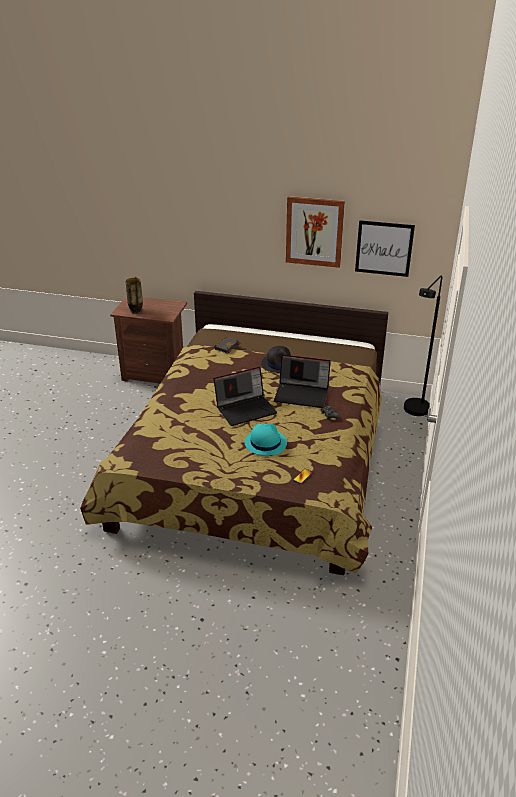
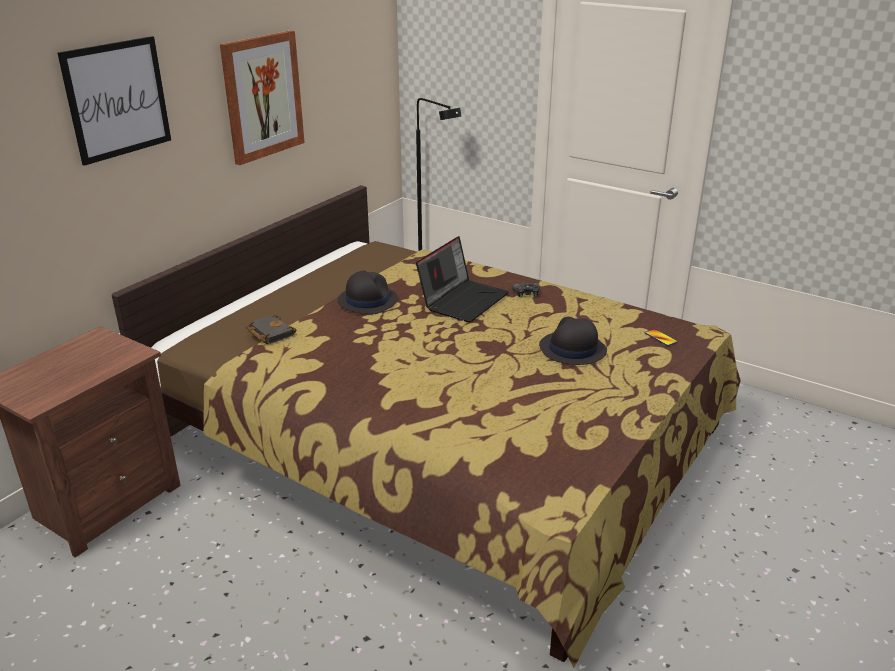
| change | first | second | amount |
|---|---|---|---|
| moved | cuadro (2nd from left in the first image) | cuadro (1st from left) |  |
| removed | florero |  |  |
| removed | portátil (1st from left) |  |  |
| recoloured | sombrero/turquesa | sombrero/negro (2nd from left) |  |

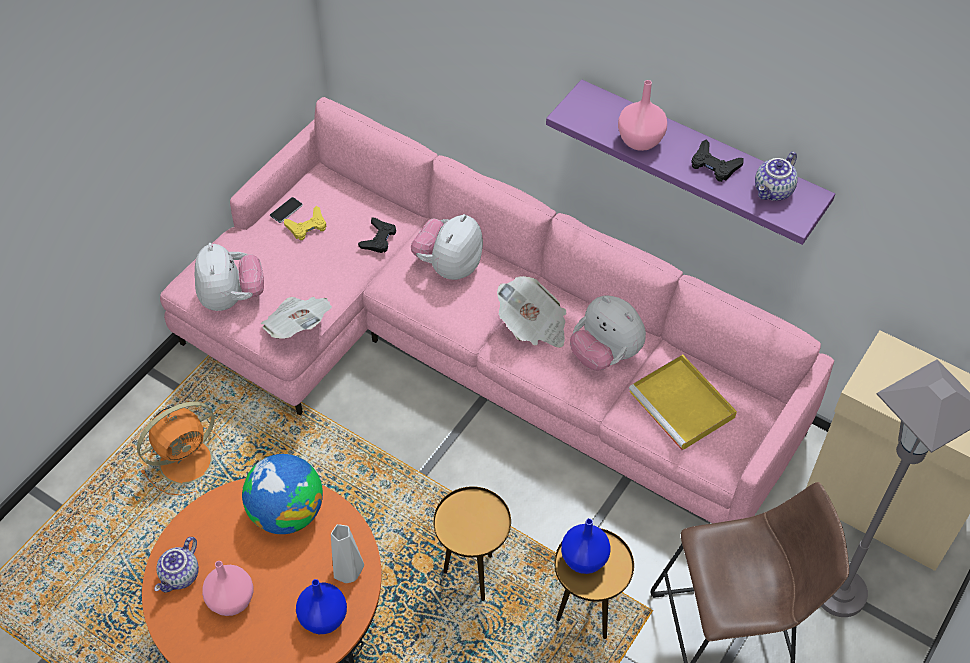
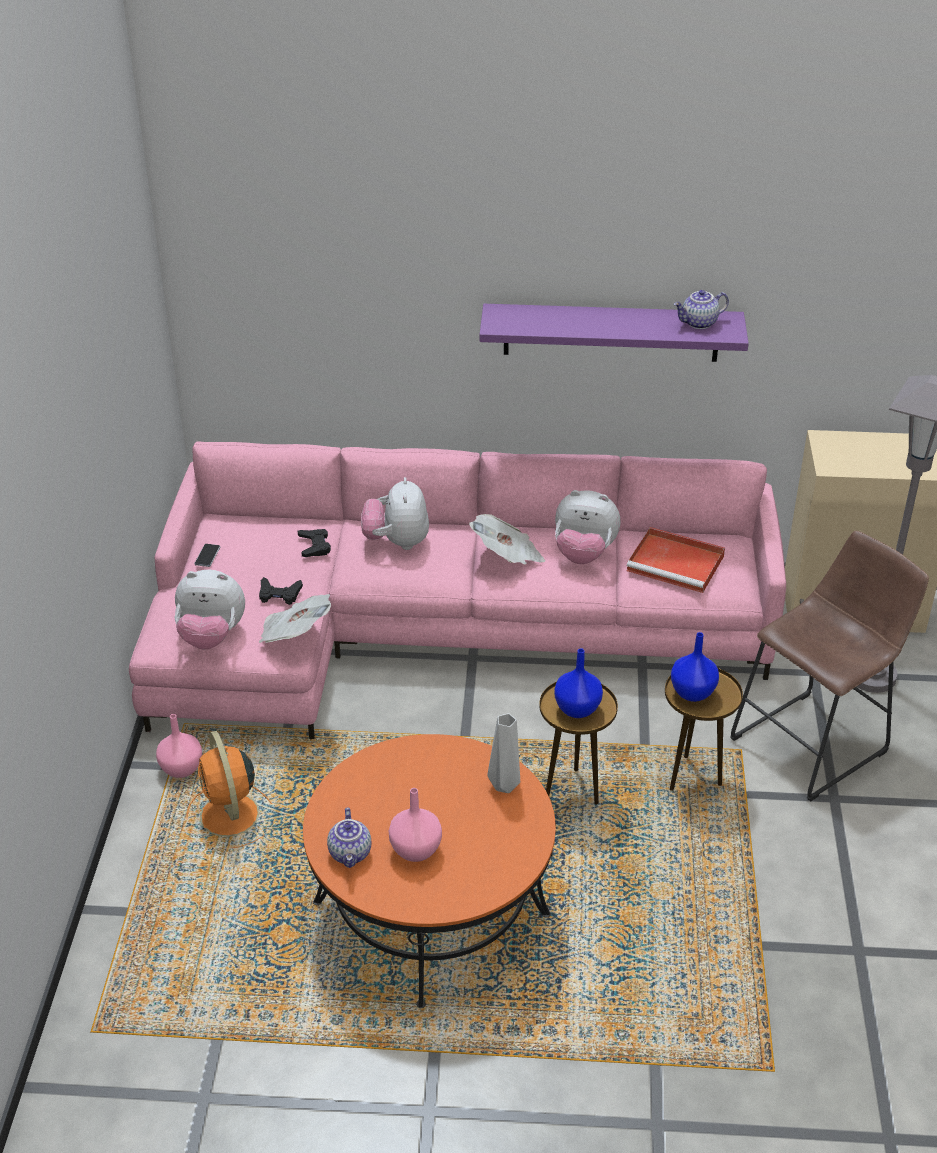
| change | first | second | amount |
|---|---|---|---|
| moved | florero/rosa (2nd from left in the first image) | florero/rosa (1st from left) |  |
| moved | mando de consola/negro (2nd from left in the first image) | mando de consola/negro (1st from left) |  |
| turned | tetera (2nd from left) |  | 60 degrees clockwise |
| removed | mando de consola/amarillo |  |  |
| turned | peluche (1st from left) |  | 135 degrees clockwise |
| recoloured | bandeja/amarillo | bandeja/rojo |  |
| turned | ventilador/naranja |  | 135 degrees clockwise |
| removed | globo terráqueo |  |  |
| moved | florero/azul (1st from left) |  |  |

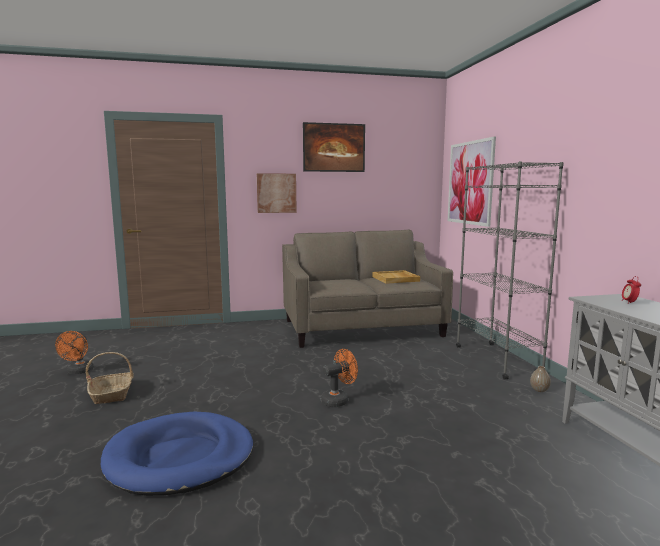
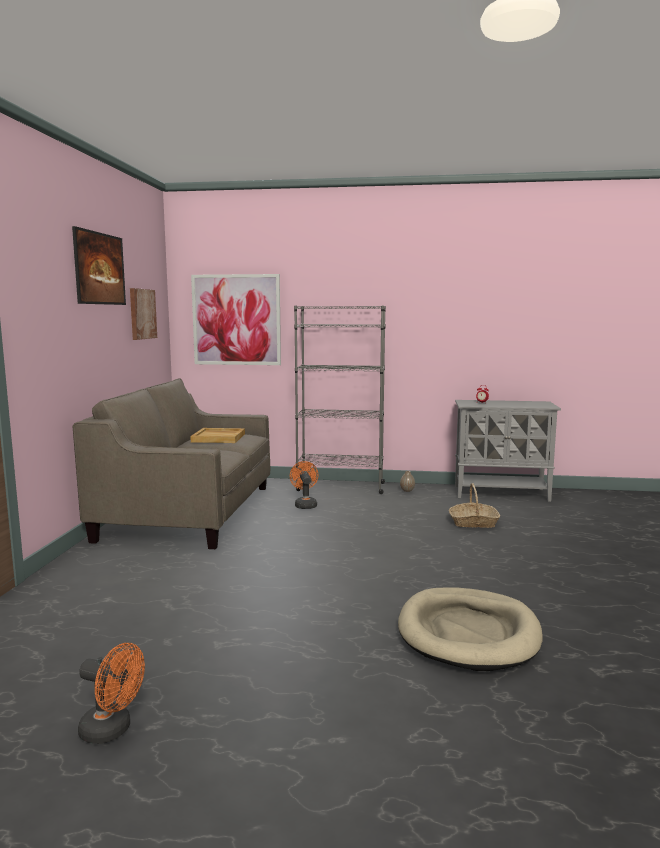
| change | first | second | amount |
|---|---|---|---|
| moved | cuadro (1st from left in the first image) | cuadro (2nd from left) |  |
| moved | ventilador/naranja (2nd from left) |  |  |
| moved | cesta |  |  |
| recoloured | cama para perro/azul | cama para perro/beis |  |

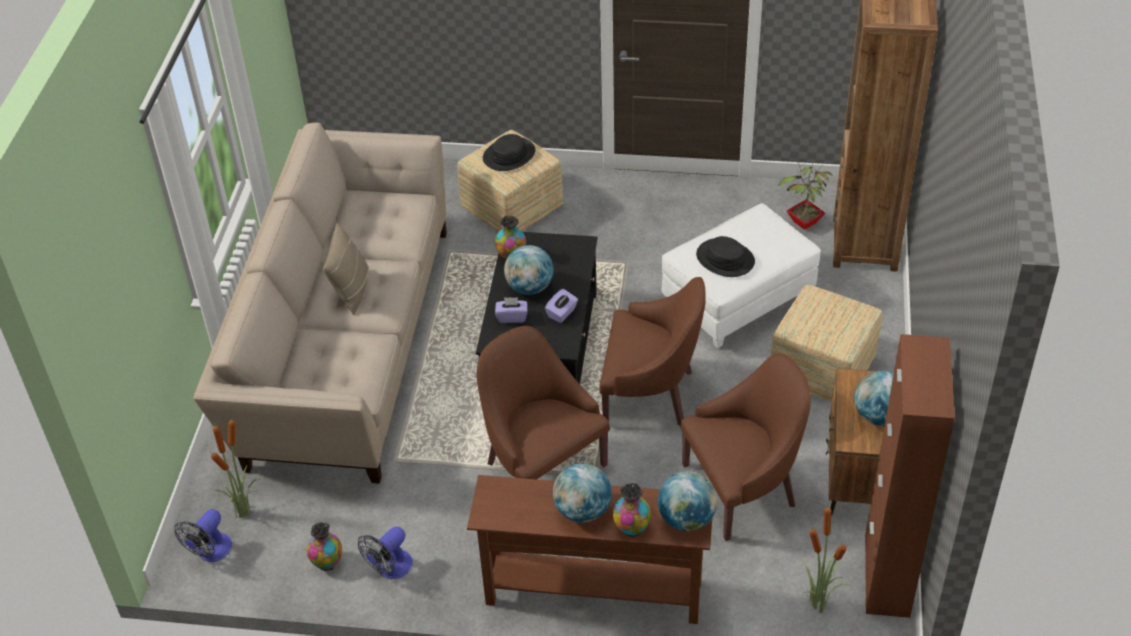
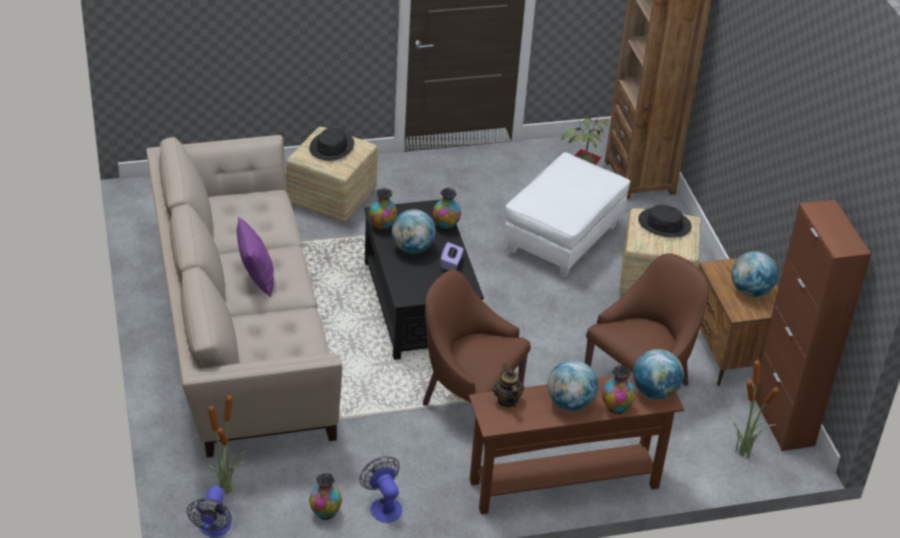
| change | first | second | amount |
|---|---|---|---|
| recoloured | cojín/beis | cojín/morado |  |
| moved | sombrero/negro (2nd from left) |  |  |
| removed | sillón/marrón (2nd from left) |  |  |
| removed | caja de pañuelos/morado (1st from left) |  |  |
| turned | ventilador (2nd from left) |  | 135 degrees clockwise |
| added |  | florero (3rd from left) |  |
| added |  | tetera |  |

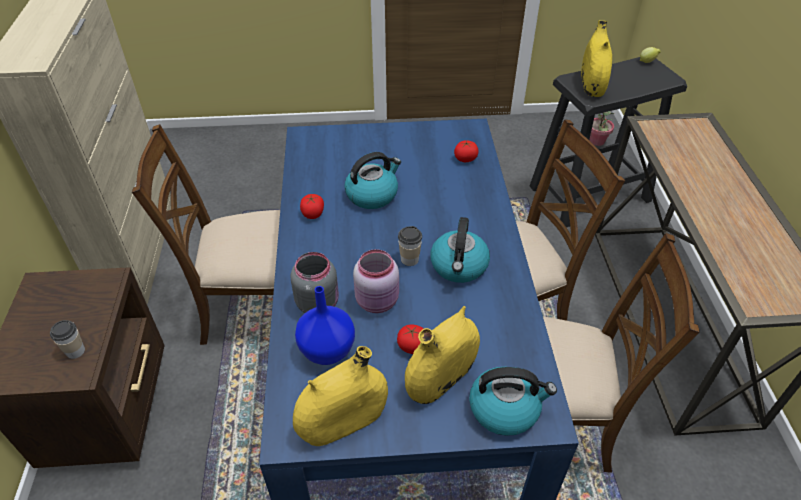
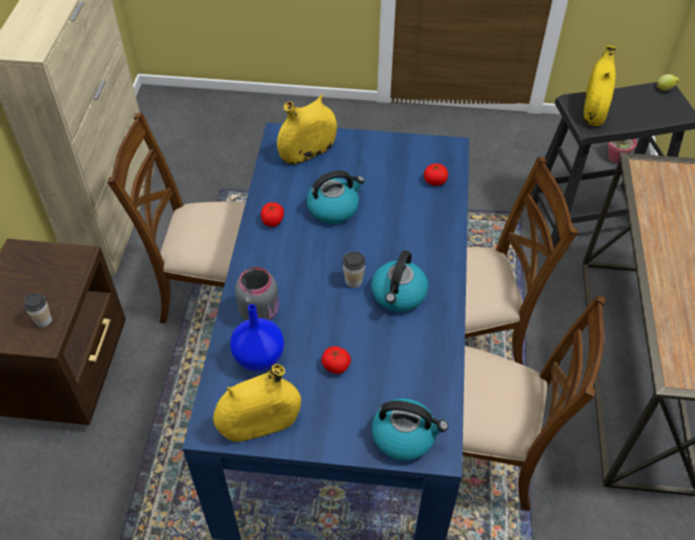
| change | first | second | amount |
|---|---|---|---|
| removed | tarro/rosa |  |  |
| moved | florero/amarillo (2nd from left) |  |  |

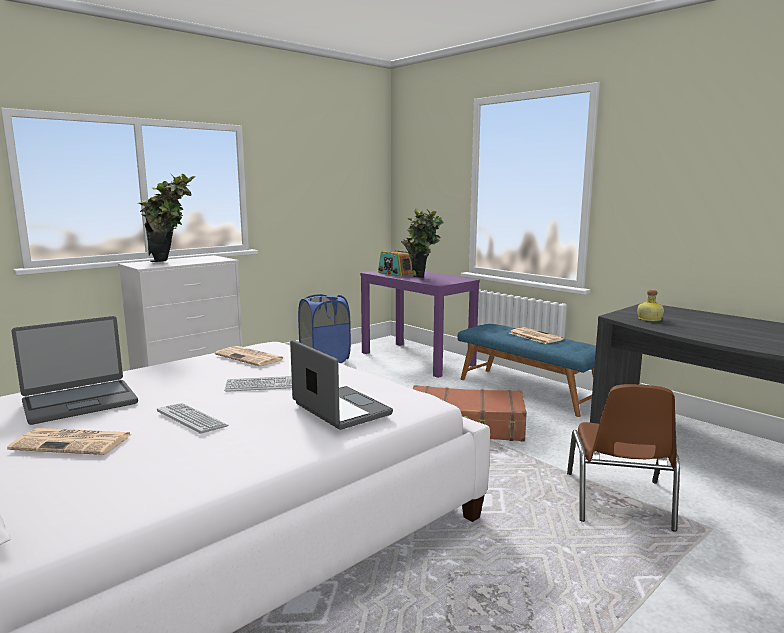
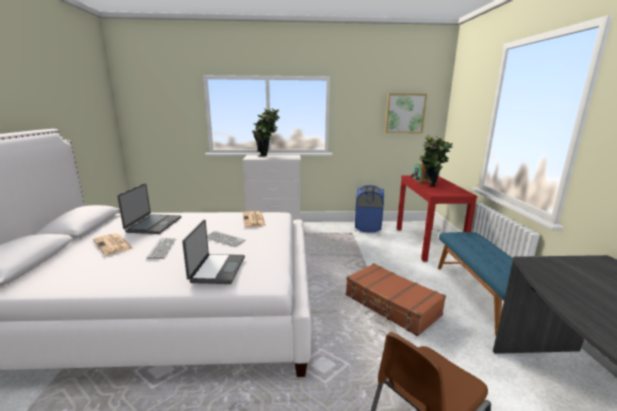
| change | first | second | amount |
|---|---|---|---|
| recoloured | mesa consola/morado | mesa consola/rojo |  |
| removed | botella |  |  |
| turned | portátil (1st from left) |  | 90 degrees counterclockwise |
| removed | periódico (3rd from left) |  |  |
| added |  | cuadro |  |

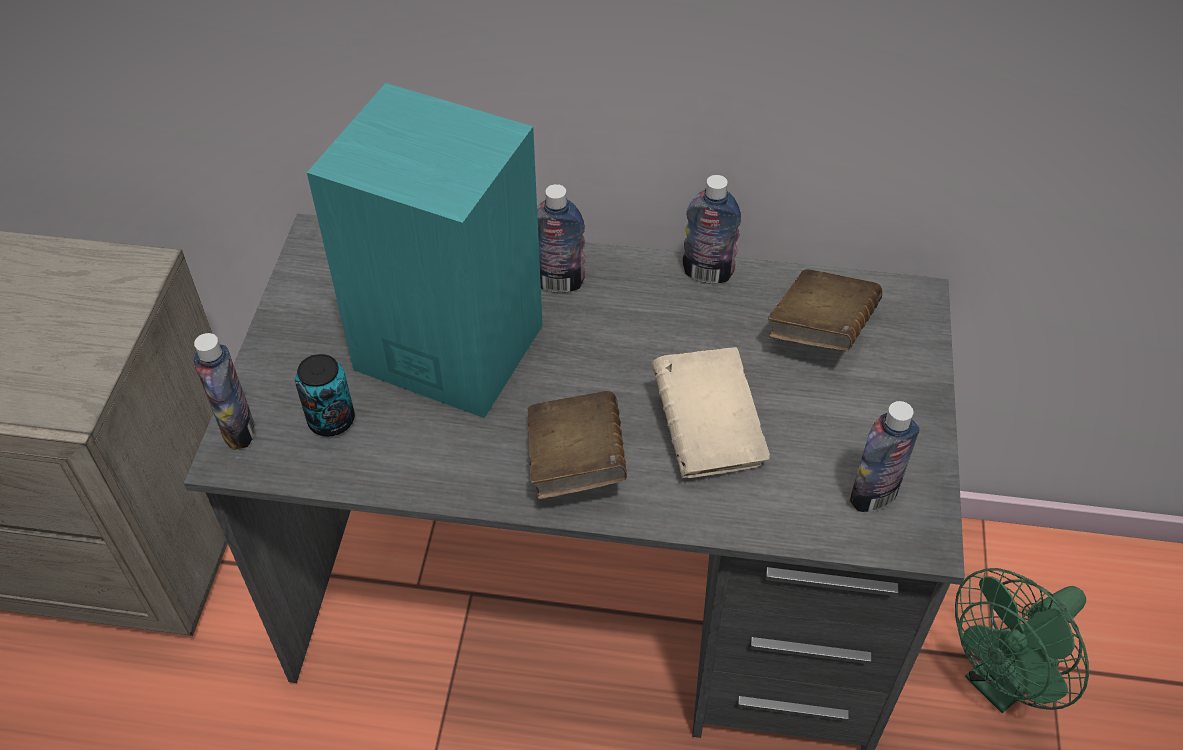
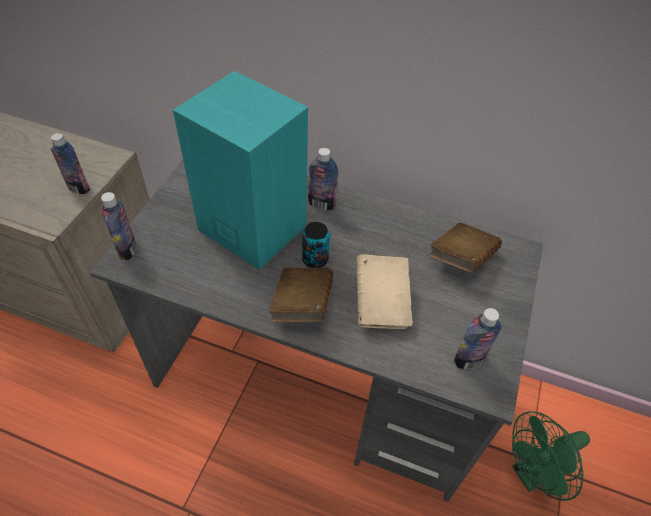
| change | first | second | amount |
|---|---|---|---|
| moved | botella (3rd from left in the first image) | botella (1st from left) |  |
| moved | lata |  |  |

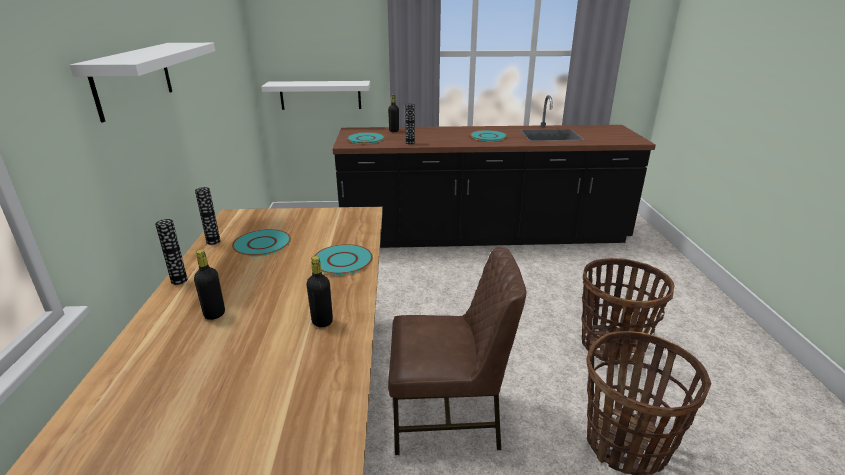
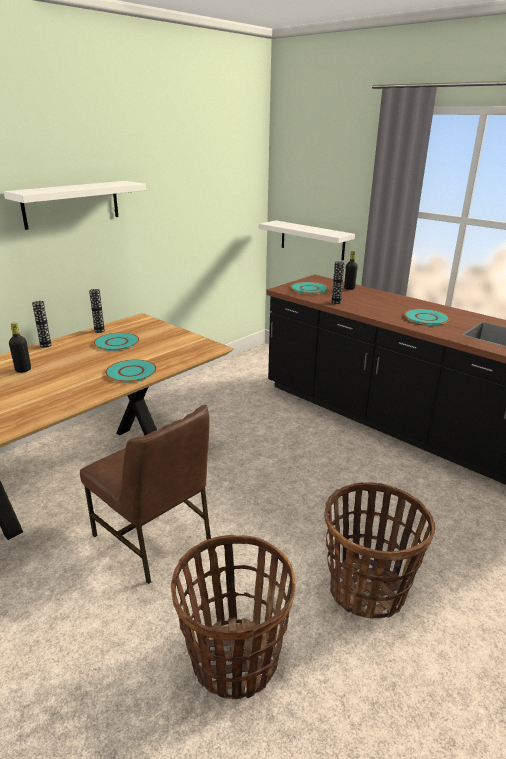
| change | first | second | amount |
|---|---|---|---|
| removed | botella/negro (2nd from left) |  |  |

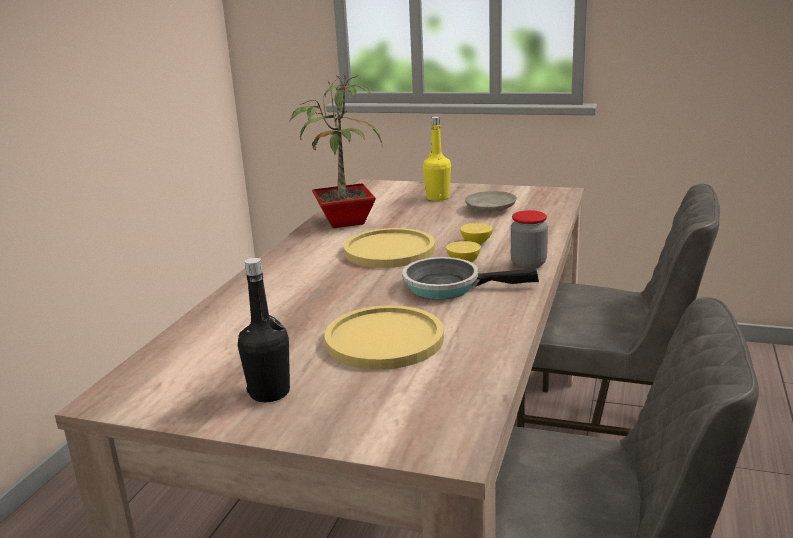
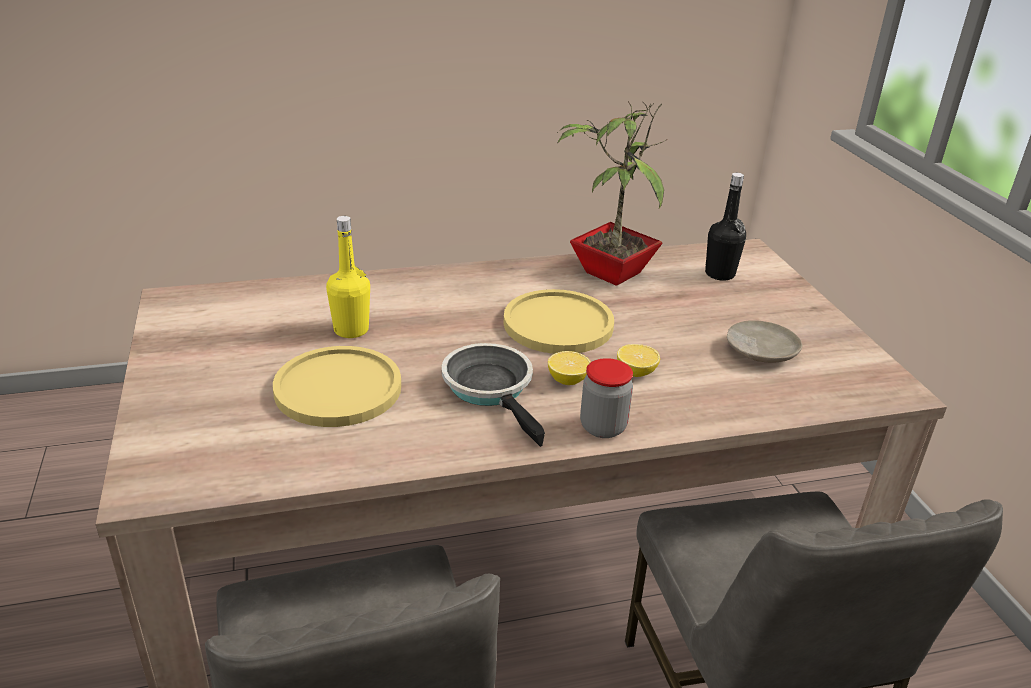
| change | first | second | amount |
|---|---|---|---|
| moved | botella/amarillo |  |  |
| moved | botella/negro |  |  |

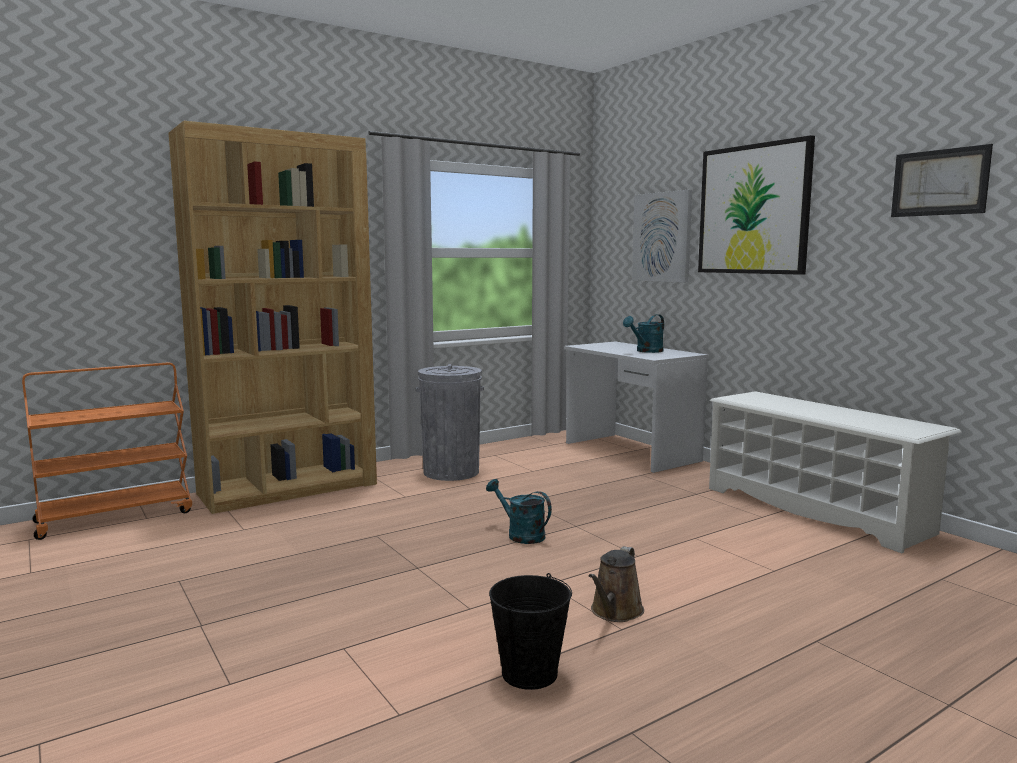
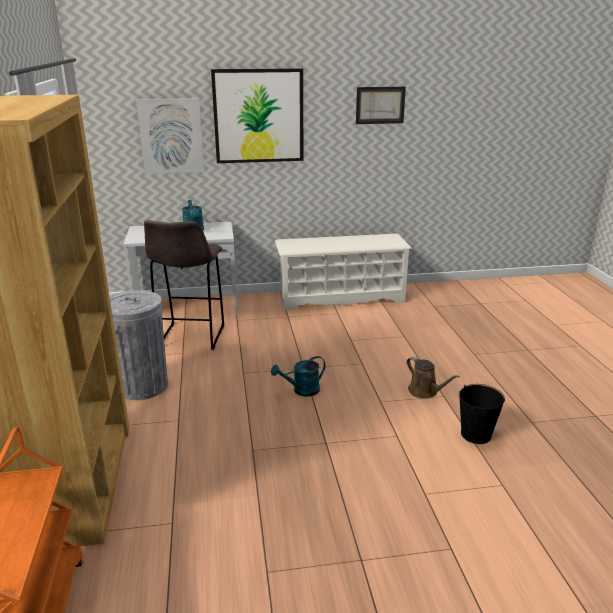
| change | first | second | amount |
|---|---|---|---|
| added |  | taburete/gris |  |

